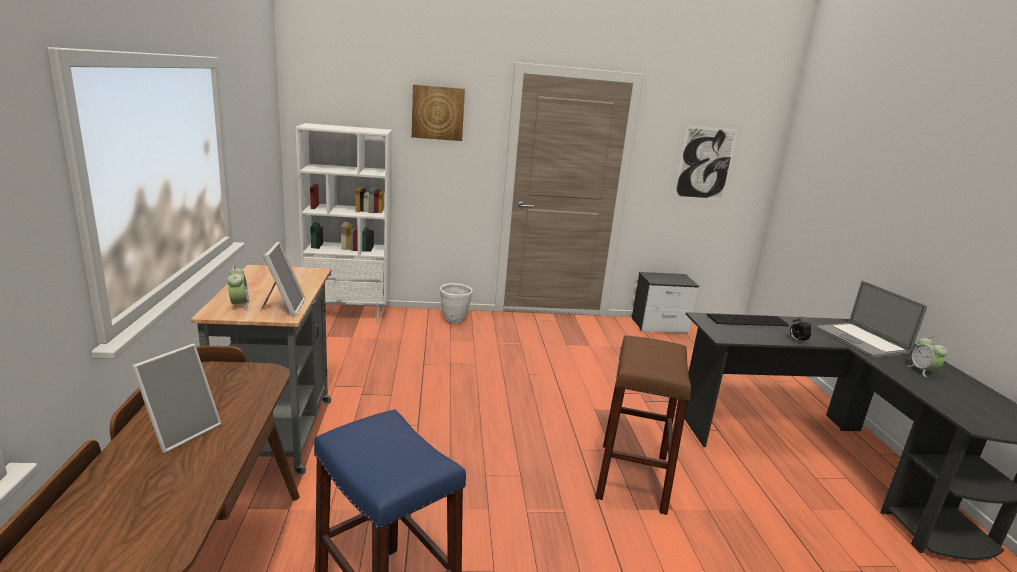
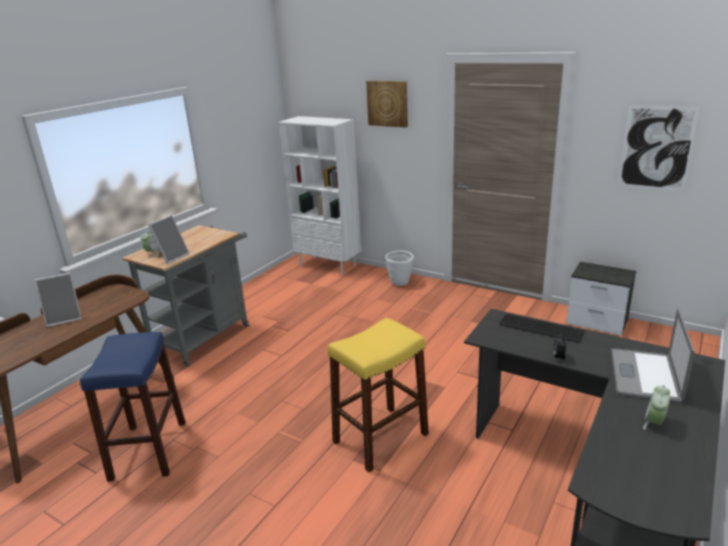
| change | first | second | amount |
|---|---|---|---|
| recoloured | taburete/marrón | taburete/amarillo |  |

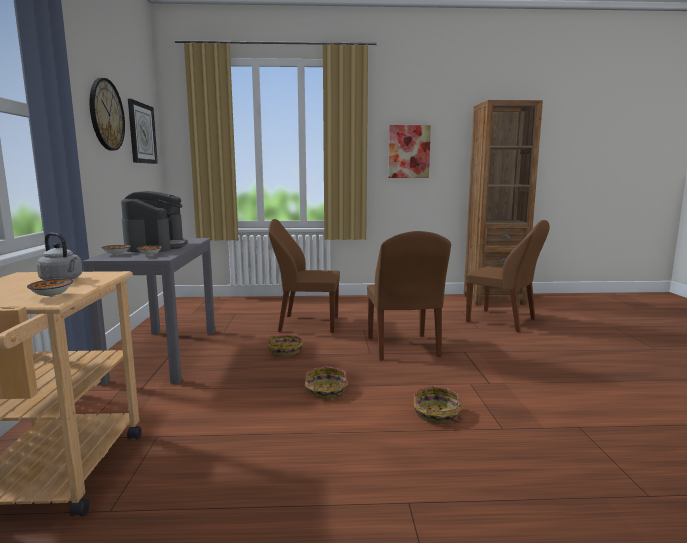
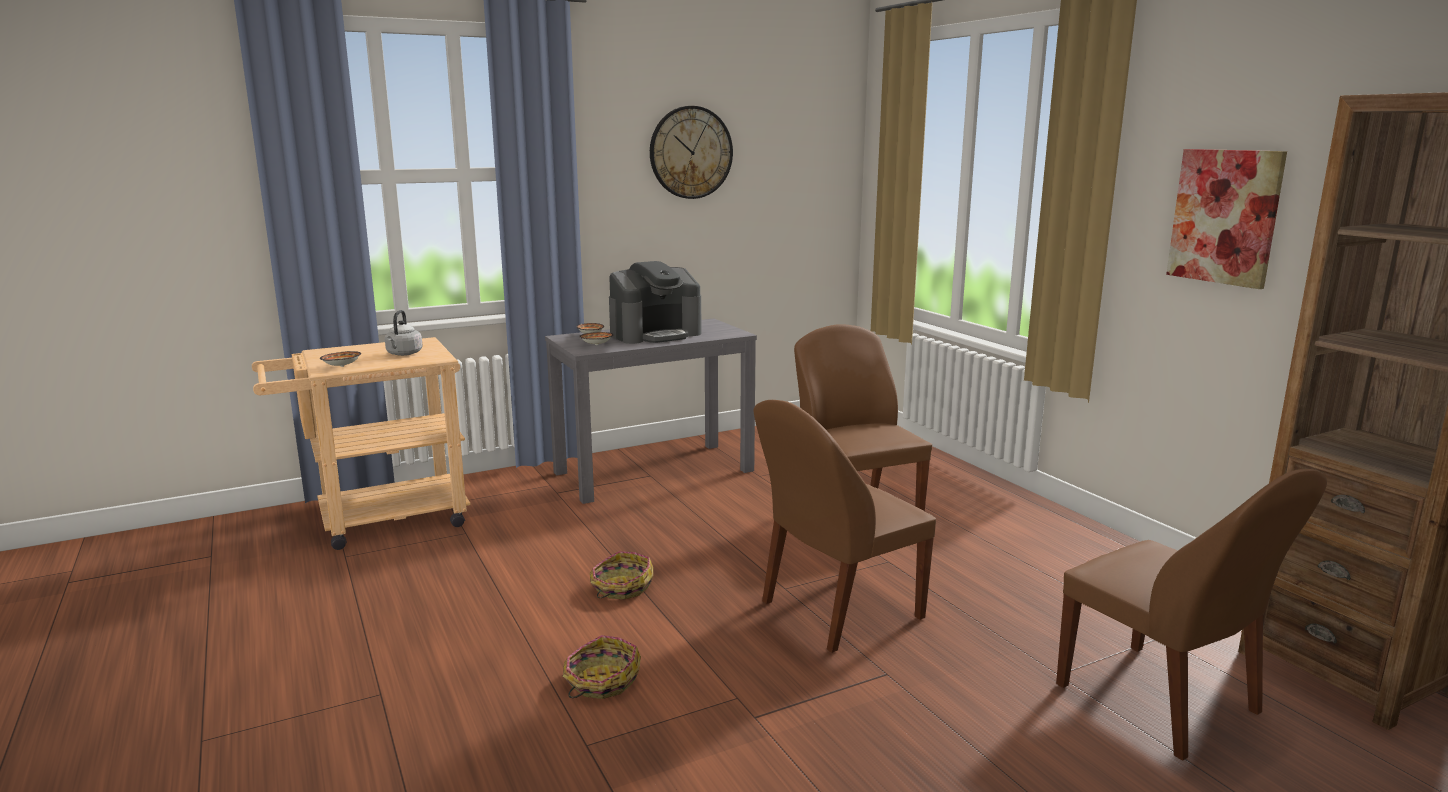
| change | first | second | amount |
|---|---|---|---|
| removed | reloj de pared (2nd from left) |  |  |
| turned | silla/marrón (3rd from left) |  | 45 degrees counterclockwise |
| removed | cesta (1st from left) |  |  |

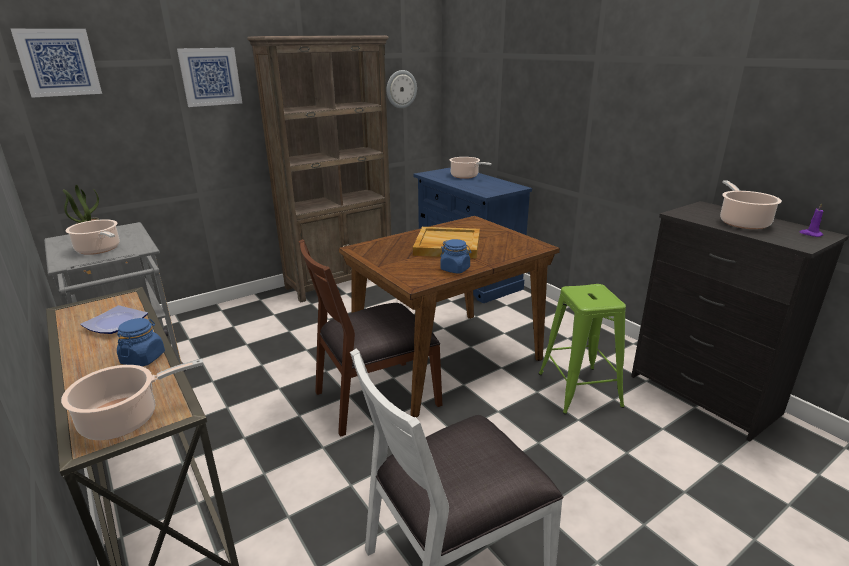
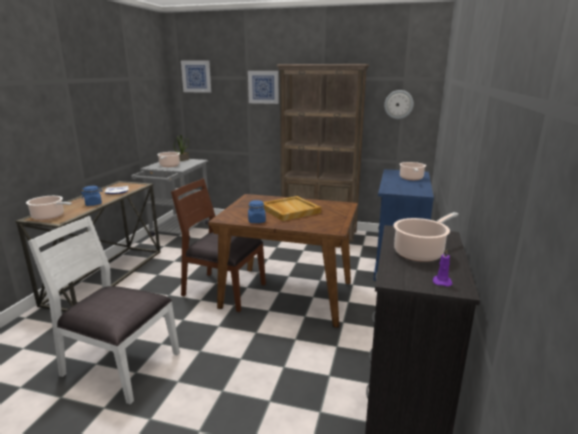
| change | first | second | amount |
|---|---|---|---|
| removed | taburete/verde |  |  |

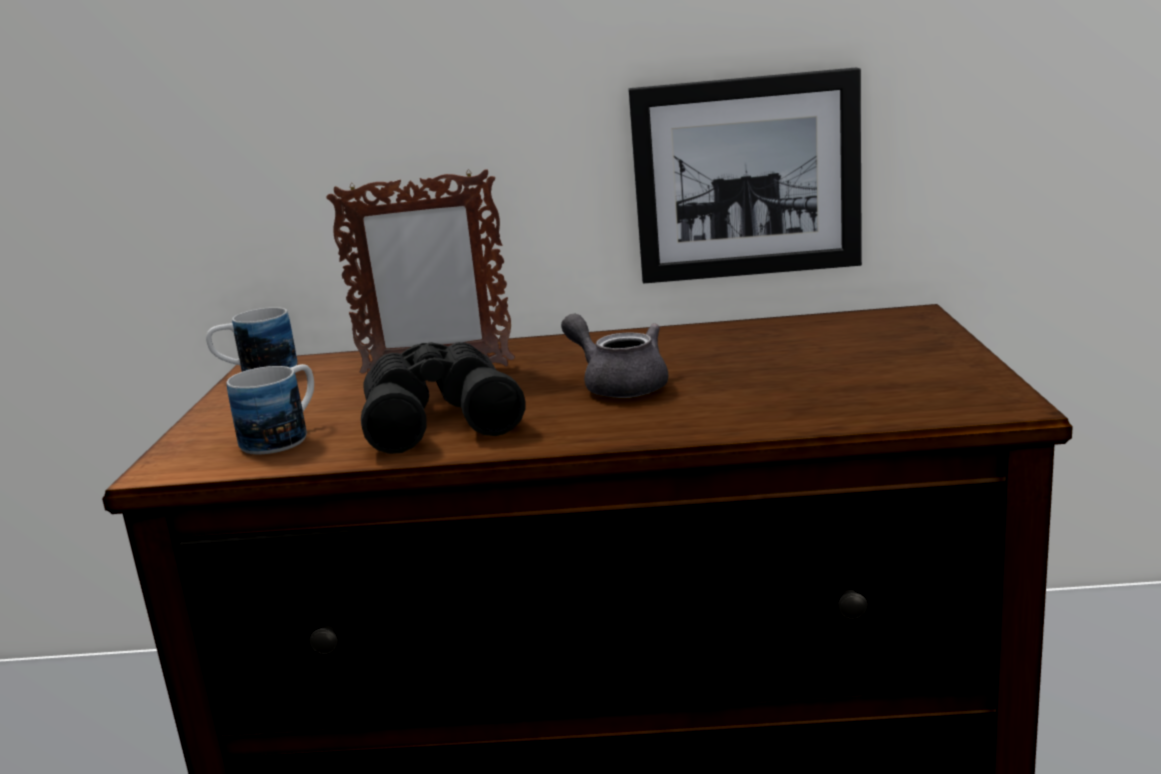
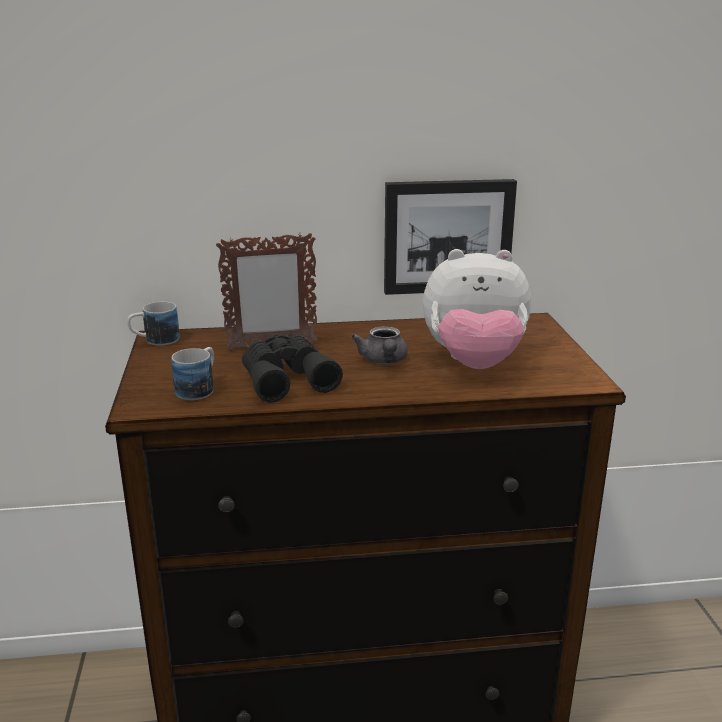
| change | first | second | amount |
|---|---|---|---|
| turned | tetera/gris |  | 135 degrees counterclockwise |
| added |  | peluche |  |

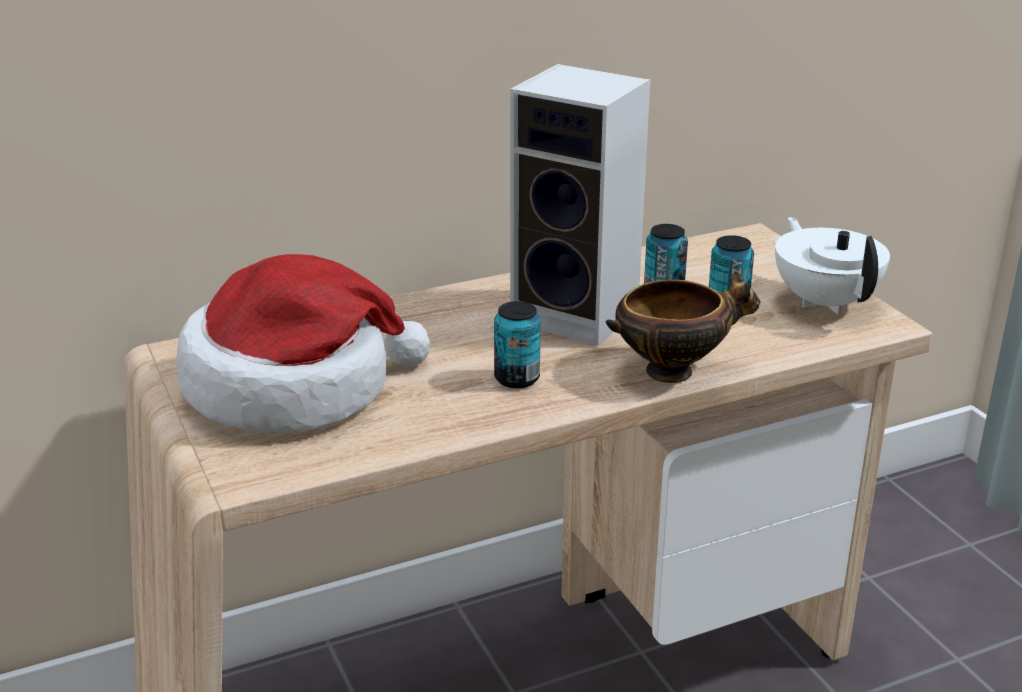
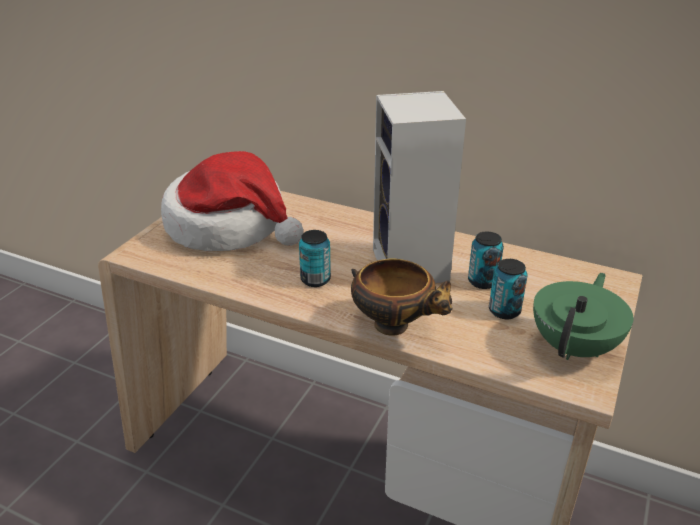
| change | first | second | amount |
|---|---|---|---|
| recoloured | tetera/blanco | tetera/verde |  |

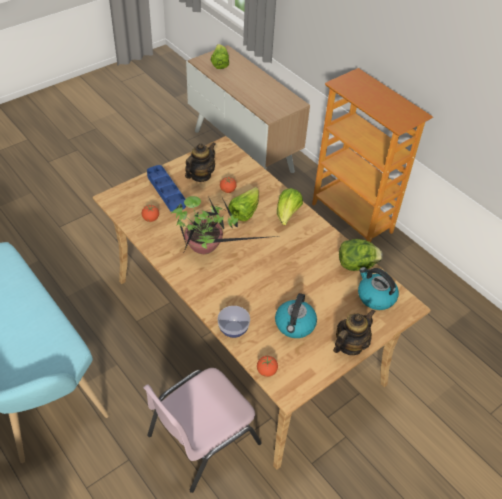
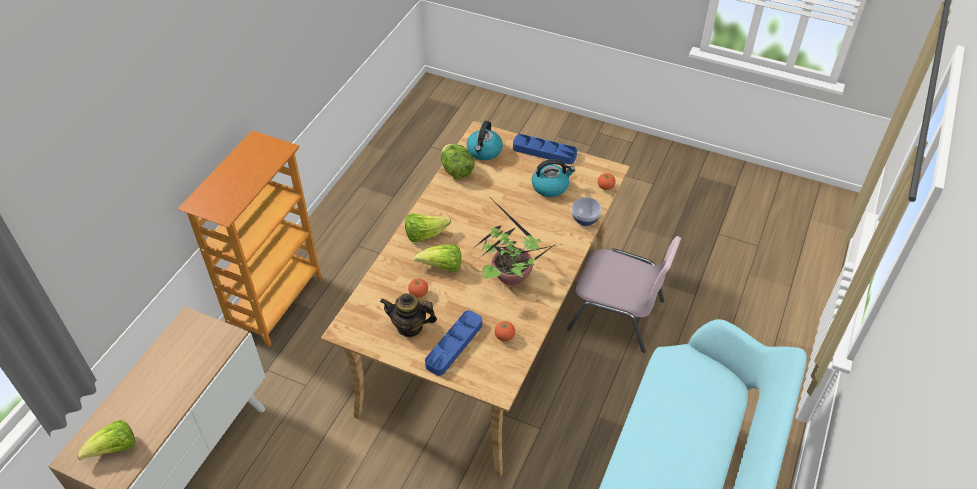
| change | first | second | amount |
|---|---|---|---|
| replaced | tetera (2nd from left) | bandeja/azul (2nd from left) |  |

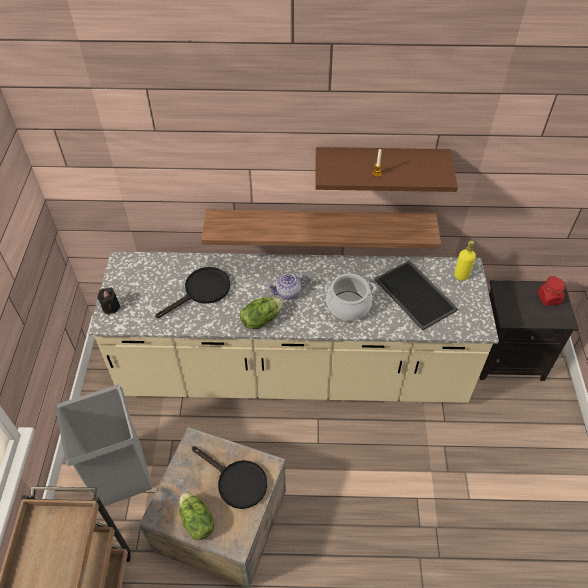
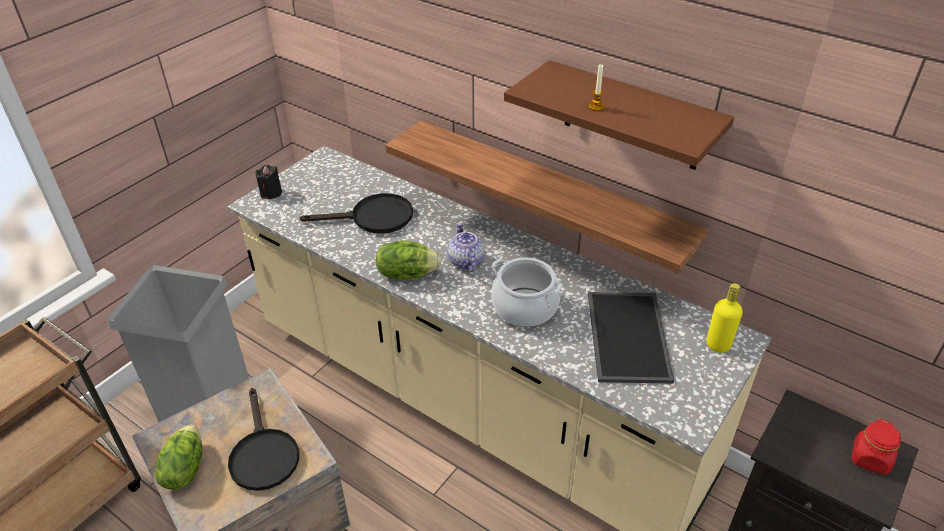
| change | first | second | amount |
|---|---|---|---|
| turned | tetera |  | 60 degrees clockwise |

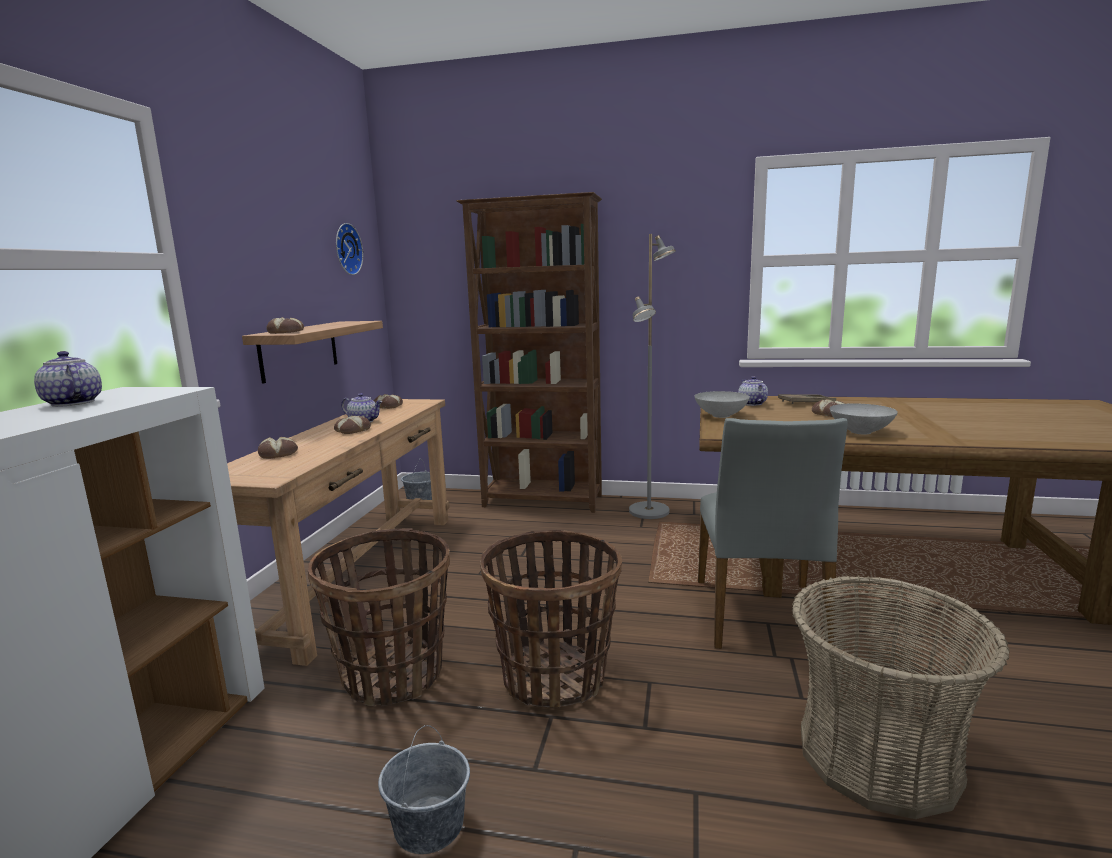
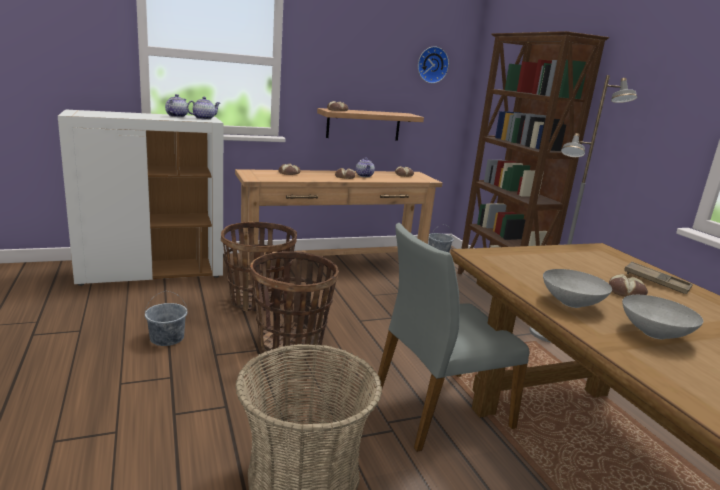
| change | first | second | amount |
|---|---|---|---|
| moved | tetera (3rd from left in the first image) | tetera (2nd from left) |  |
| moved | cuenco/gris (1st from left in the first image) | cuenco/gris (2nd from left) |  |

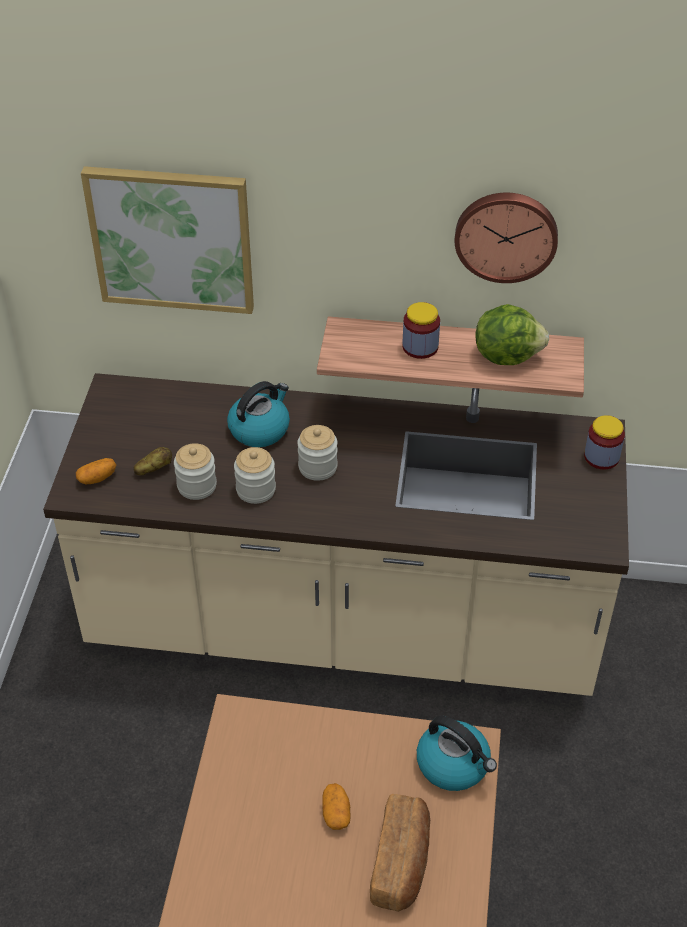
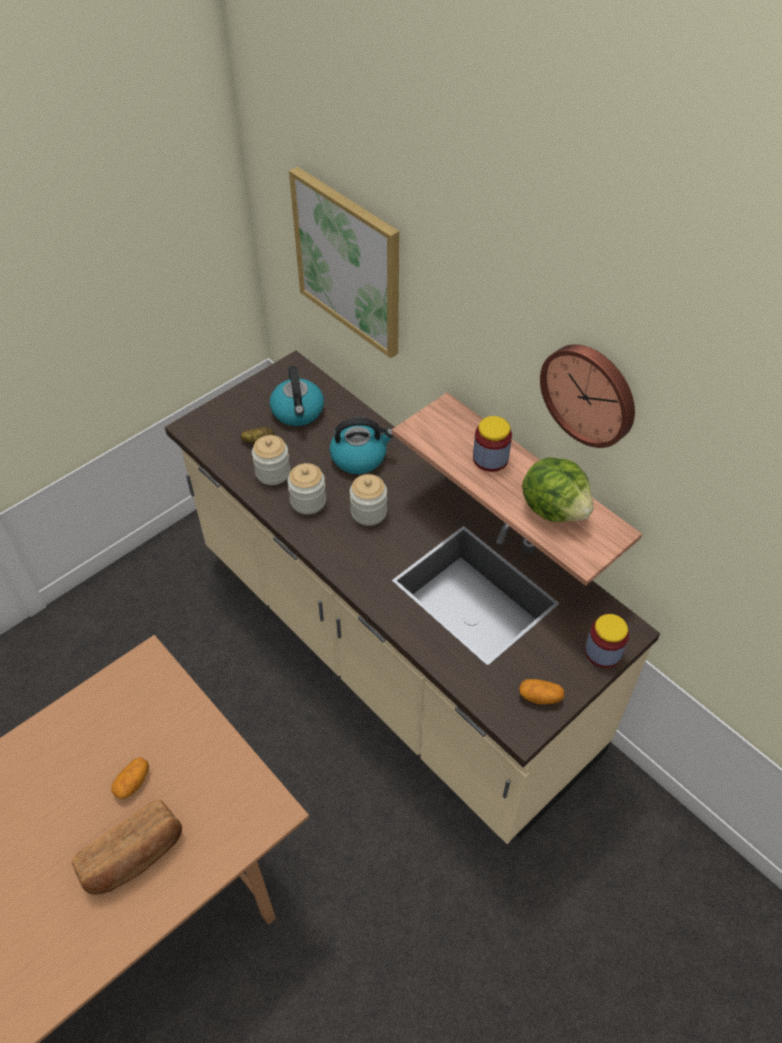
| change | first | second | amount |
|---|---|---|---|
| moved | patata (1st from left in the first image) | patata (3rd from left) |  |
| moved | hervidor (2nd from left in the first image) | hervidor (1st from left) |  |

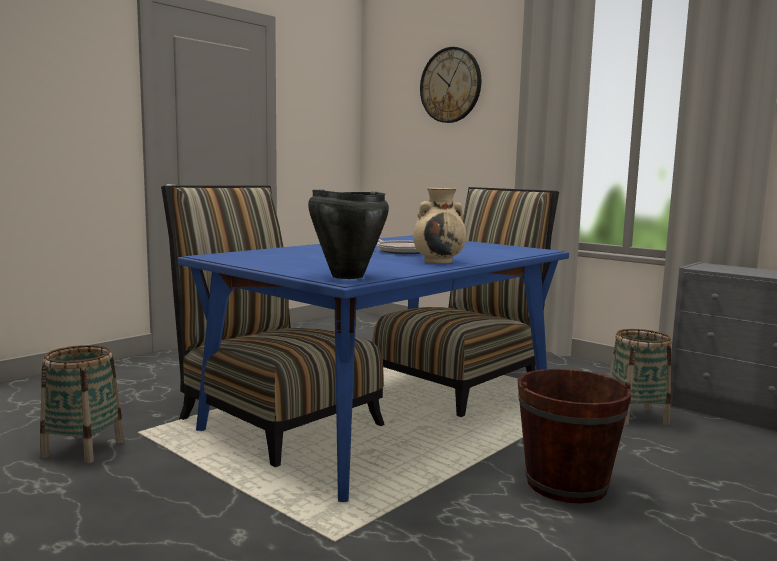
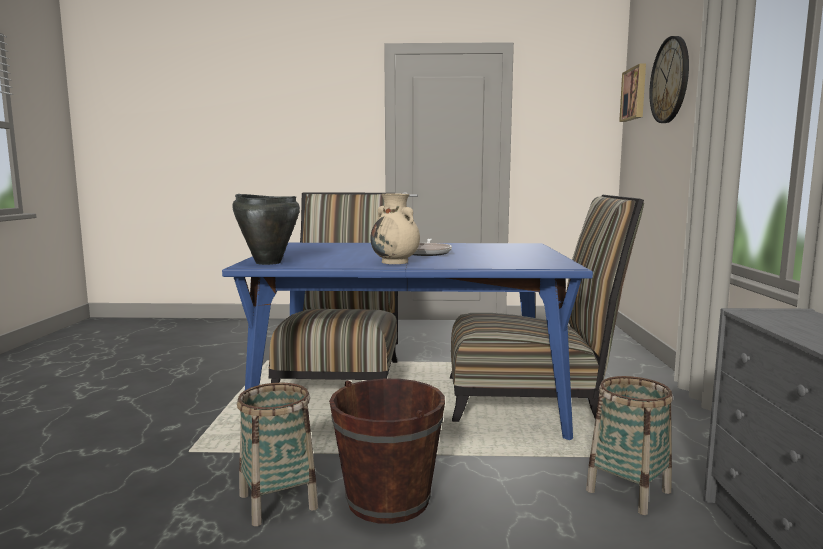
| change | first | second | amount |
|---|---|---|---|
| moved | cesta (1st from left) |  |  |
| added |  | cuadro |  |

